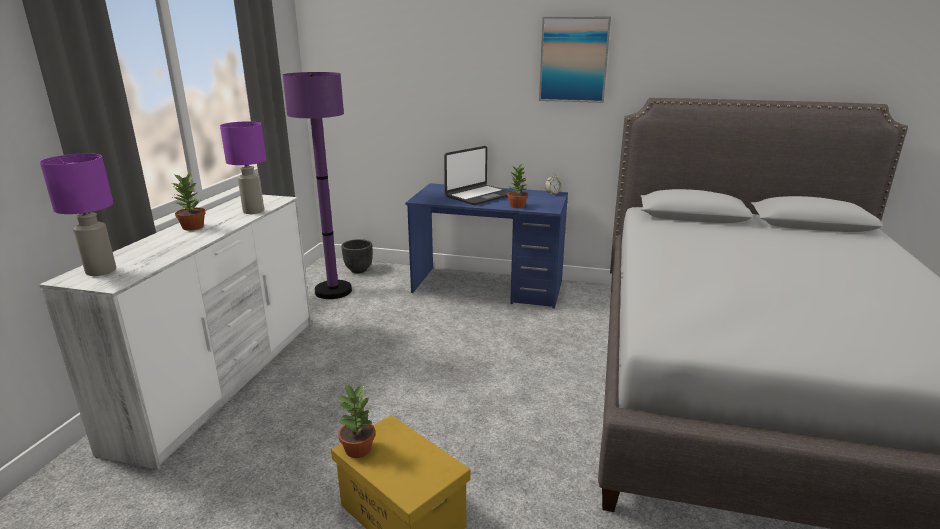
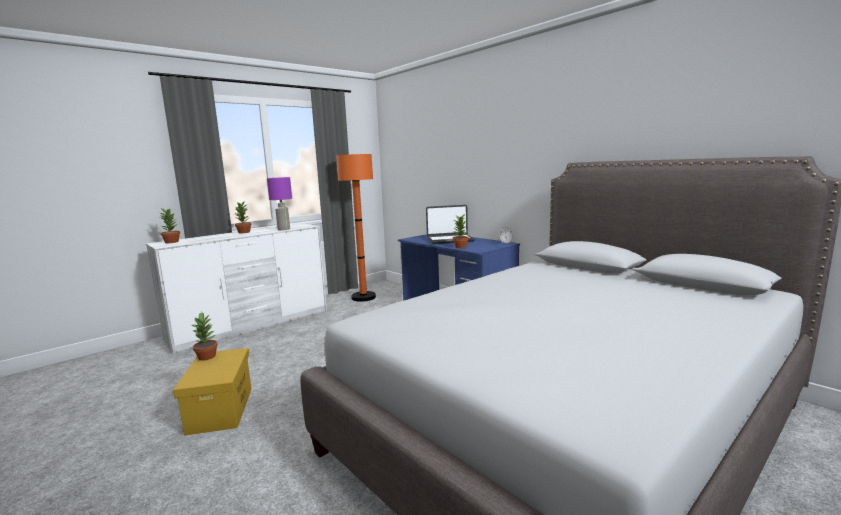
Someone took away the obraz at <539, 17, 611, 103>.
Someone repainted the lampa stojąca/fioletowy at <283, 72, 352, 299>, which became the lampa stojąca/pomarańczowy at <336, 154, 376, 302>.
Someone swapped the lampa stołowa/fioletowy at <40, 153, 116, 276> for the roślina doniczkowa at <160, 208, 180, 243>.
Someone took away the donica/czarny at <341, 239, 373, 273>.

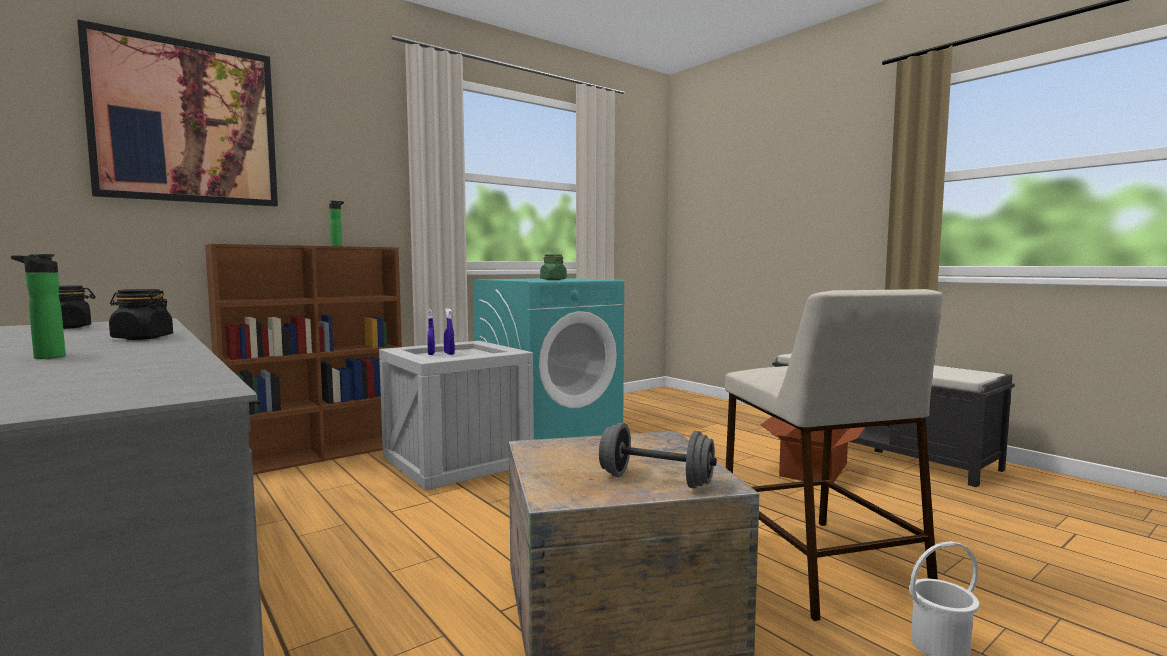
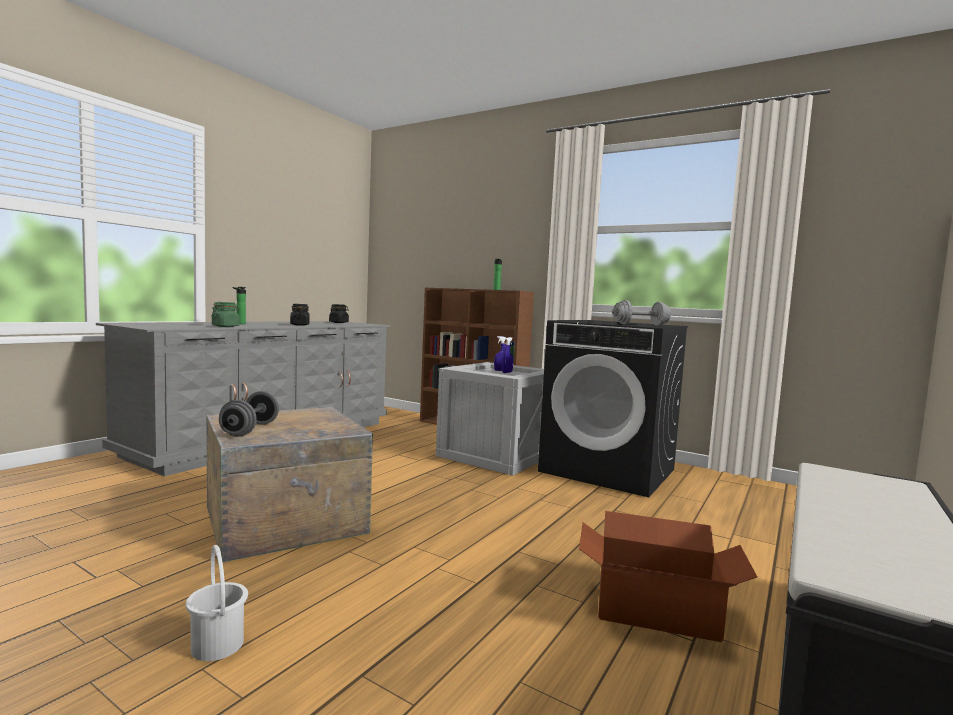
Someone took away the obraz at <77, 19, 278, 207>.
Someone carried the słoik/zielony from <540, 254, 567, 280> to <211, 302, 240, 327>.
Someone repainted the pralka/turkusowy at <471, 278, 624, 440>, which became the pralka/czarny at <538, 320, 688, 497>.
Someone took away the stołek/beżowy at <725, 289, 943, 621>.
Someone put down the hantel/szary at <612, 300, 671, 326>.

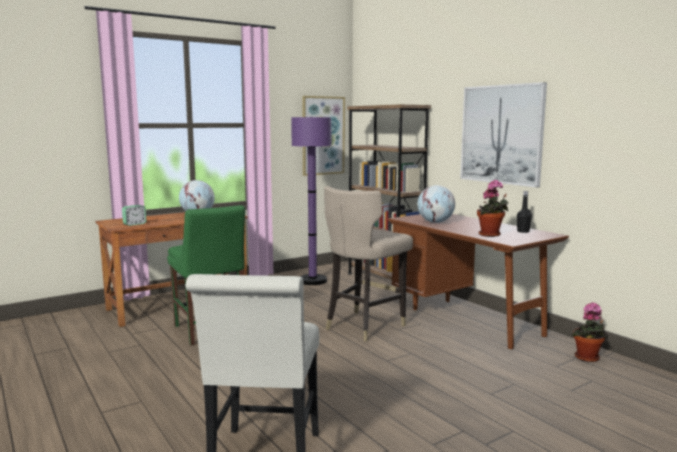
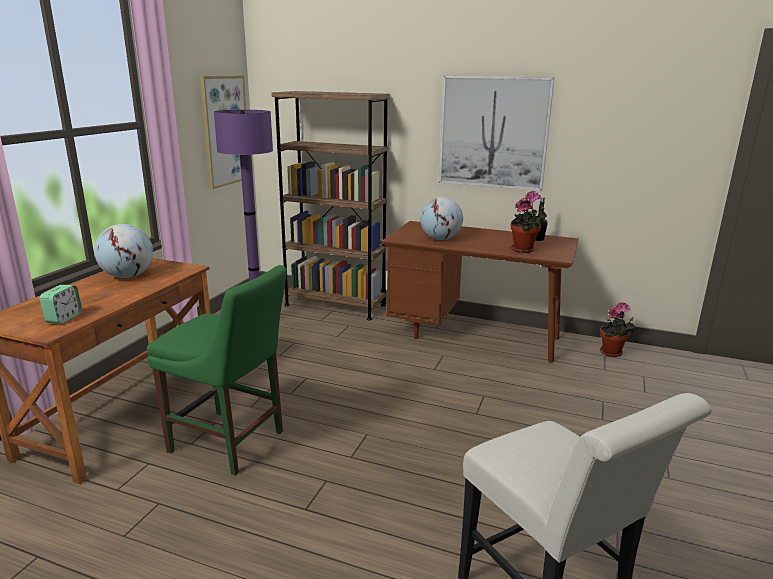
Someone took away the stołek/beżowy at <324, 186, 413, 342>.

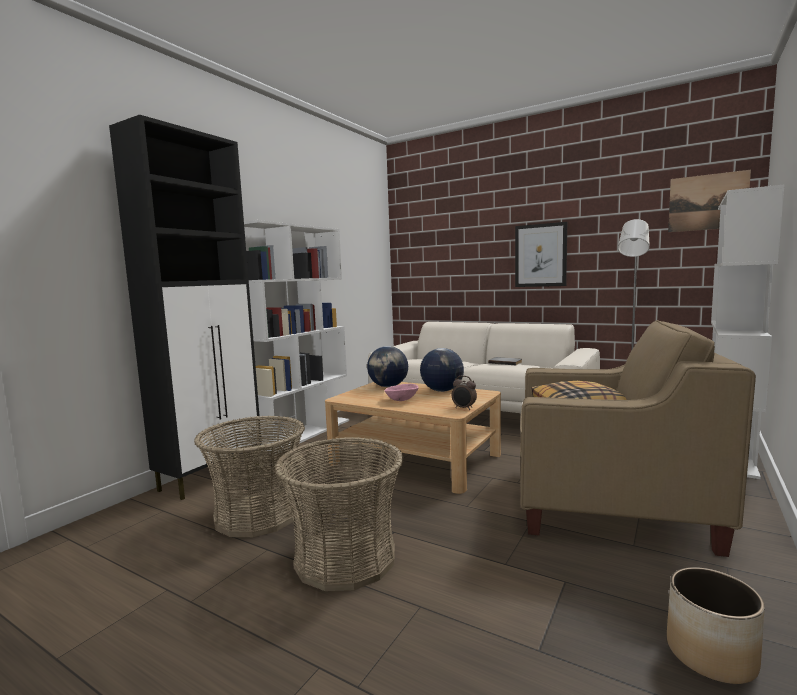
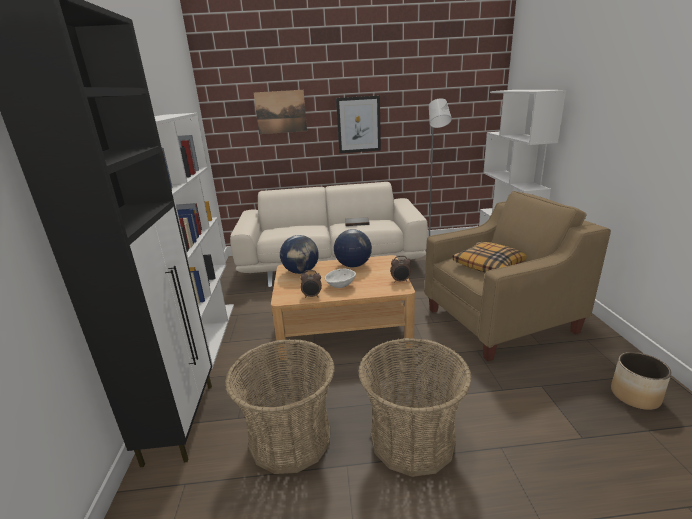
Someone carried the obraz from <668, 170, 751, 232> to <254, 90, 307, 134>.
Someone repainted the miska/różowy at <384, 384, 419, 401>, which became the miska/biały at <325, 269, 356, 288>.
Someone put down the budzik at <300, 270, 322, 298>.

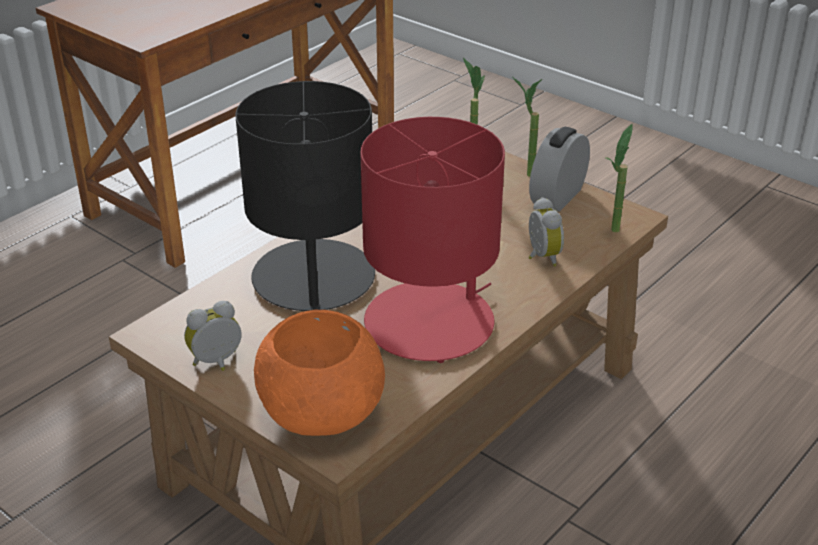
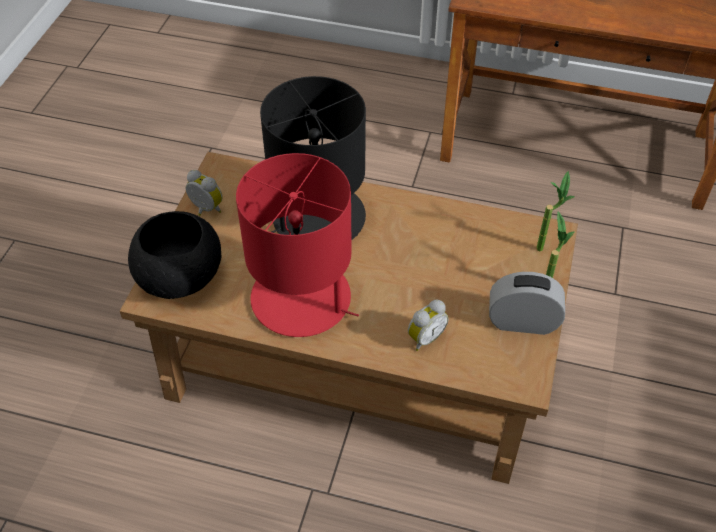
Someone took away the roślina doniczkowa at <606, 124, 632, 232>.
Someone repainted the miska/pomarańczowy at <254, 310, 385, 436>, which became the miska/czarny at <128, 211, 221, 299>.

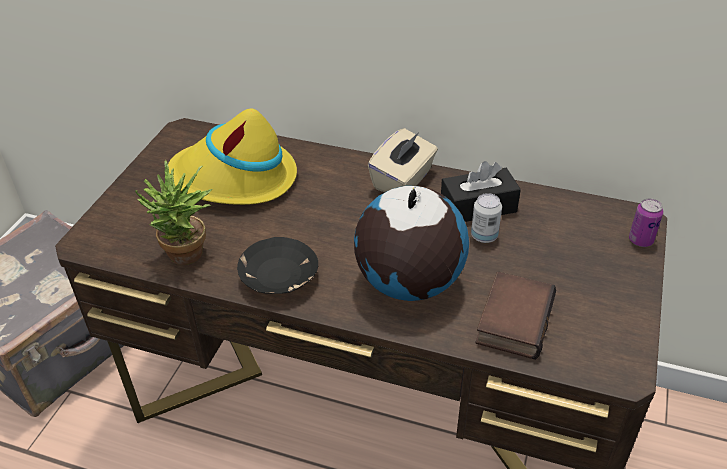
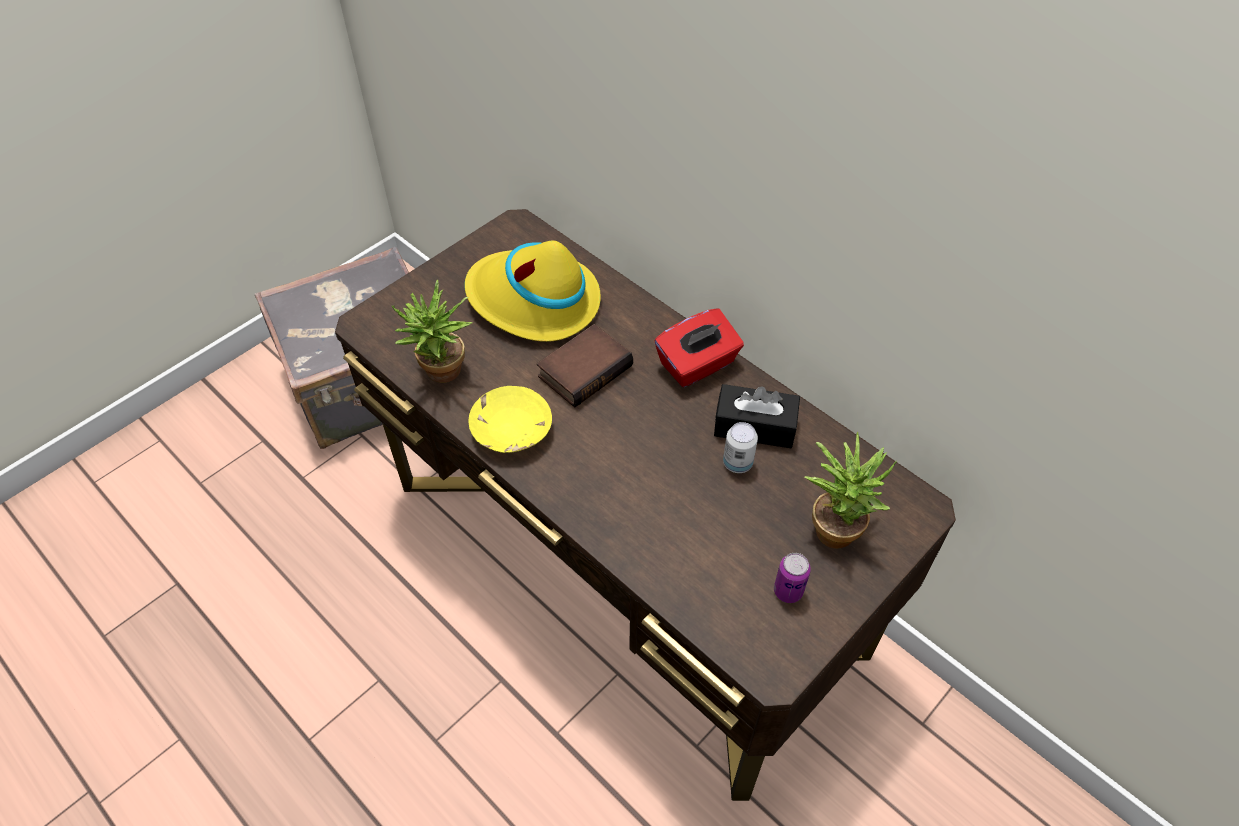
Someone repainted the pudełko chusteczek/beżowy at <368, 128, 438, 192>, which became the pudełko chusteczek/czerwony at <655, 308, 744, 387>.
Someone took away the globus at <354, 186, 469, 301>.
Someone carried the puszka from <629, 198, 663, 247> to <774, 553, 811, 603>.
Someone repainted the miska/czarny at <237, 237, 318, 294>, which became the miska/żółty at <468, 386, 552, 453>.
Someone carried the książka from <475, 271, 556, 360> to <537, 324, 633, 407>.
Someone put down the roślina doniczkowa at <805, 431, 897, 549>.

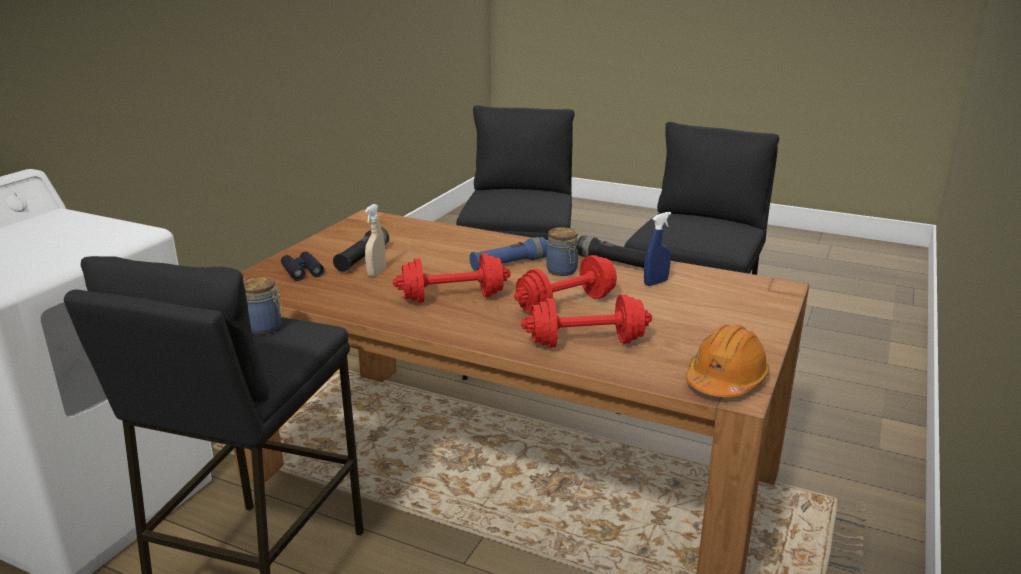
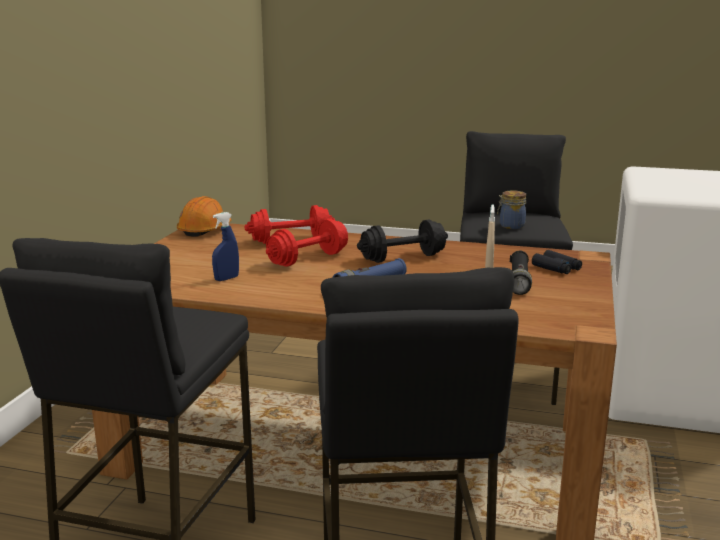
Someone took away the słoik at <546, 227, 578, 276>.
Someone took away the latarka/czarny at <576, 236, 646, 268>.
Someone repainted the hantel/czerwony at <393, 253, 511, 303>, which became the hantel/czarny at <357, 220, 448, 263>.

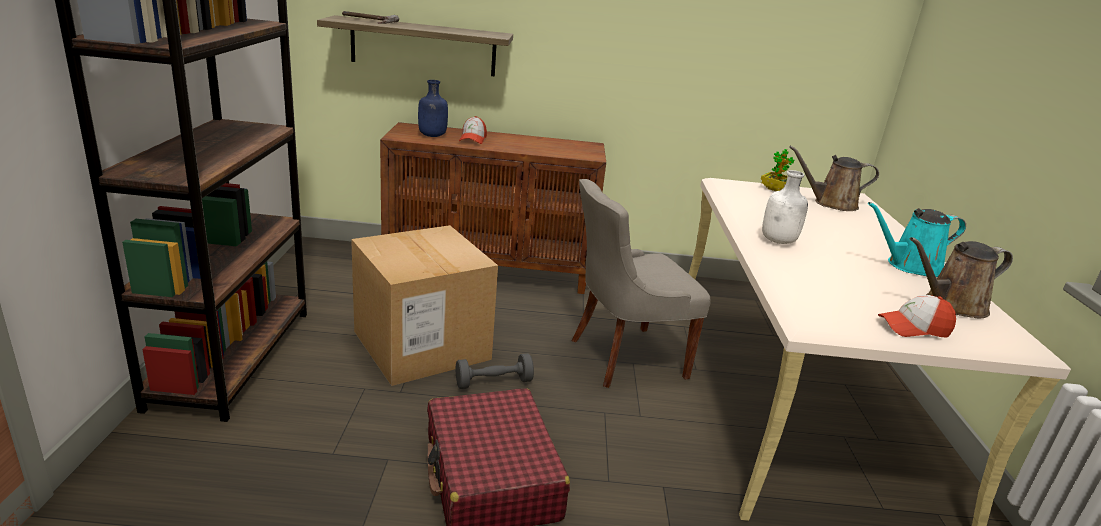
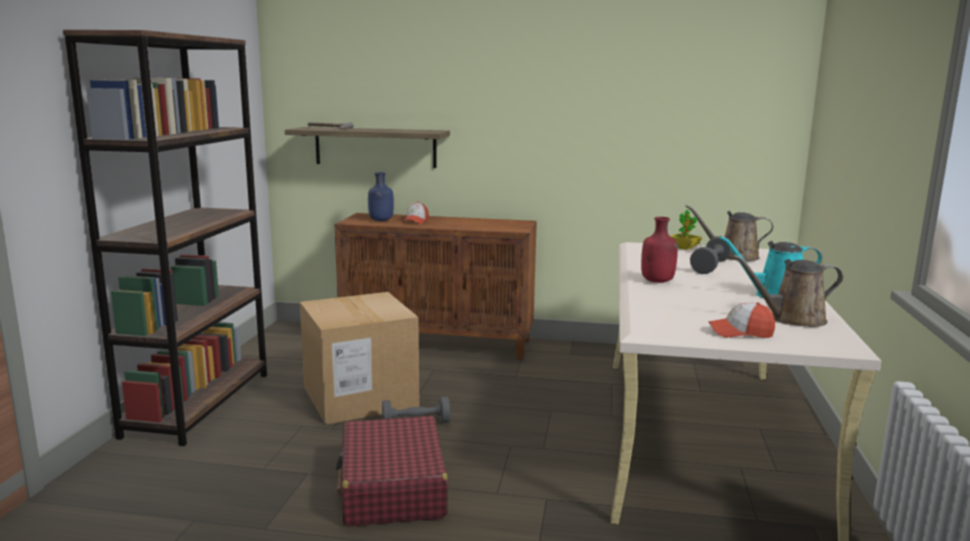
Someone repainted the butelka/biały at <762, 170, 808, 244>, which became the butelka/czerwony at <641, 217, 678, 283>.
Someone took away the krzesło/szary at <571, 179, 711, 388>.
Someone put down the hantel/szary at <690, 236, 732, 274>.

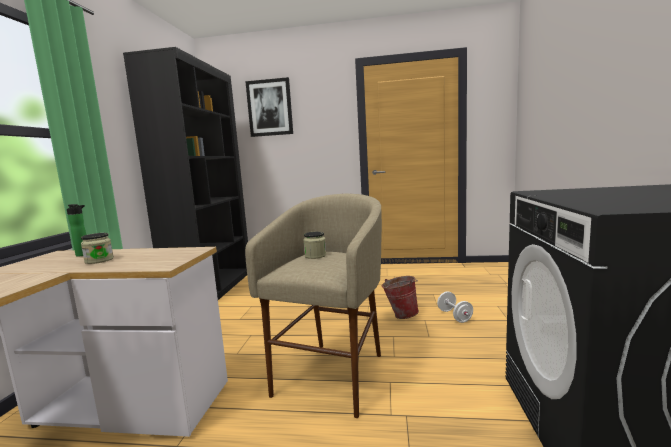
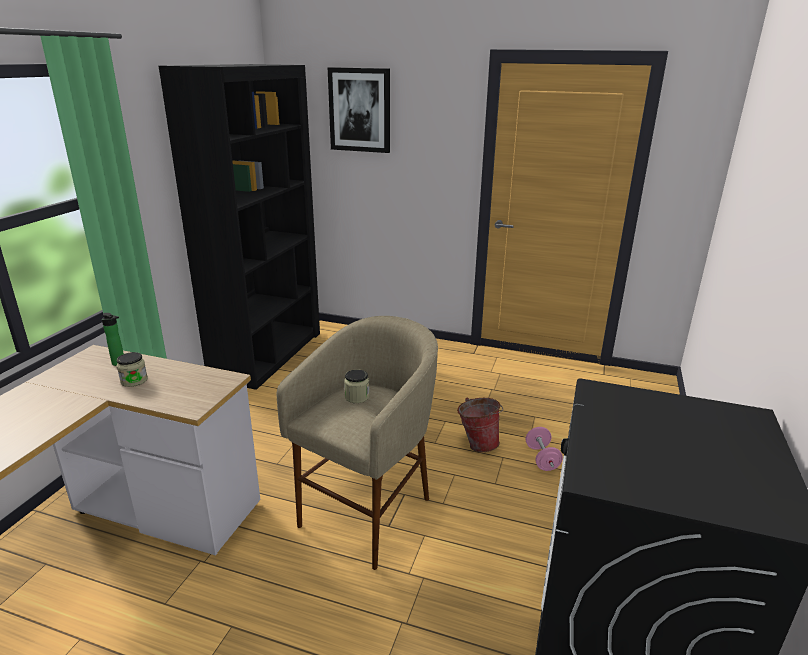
Someone repainted the hantel/biały at <437, 292, 473, 323>, which became the hantel/różowy at <526, 427, 563, 471>.

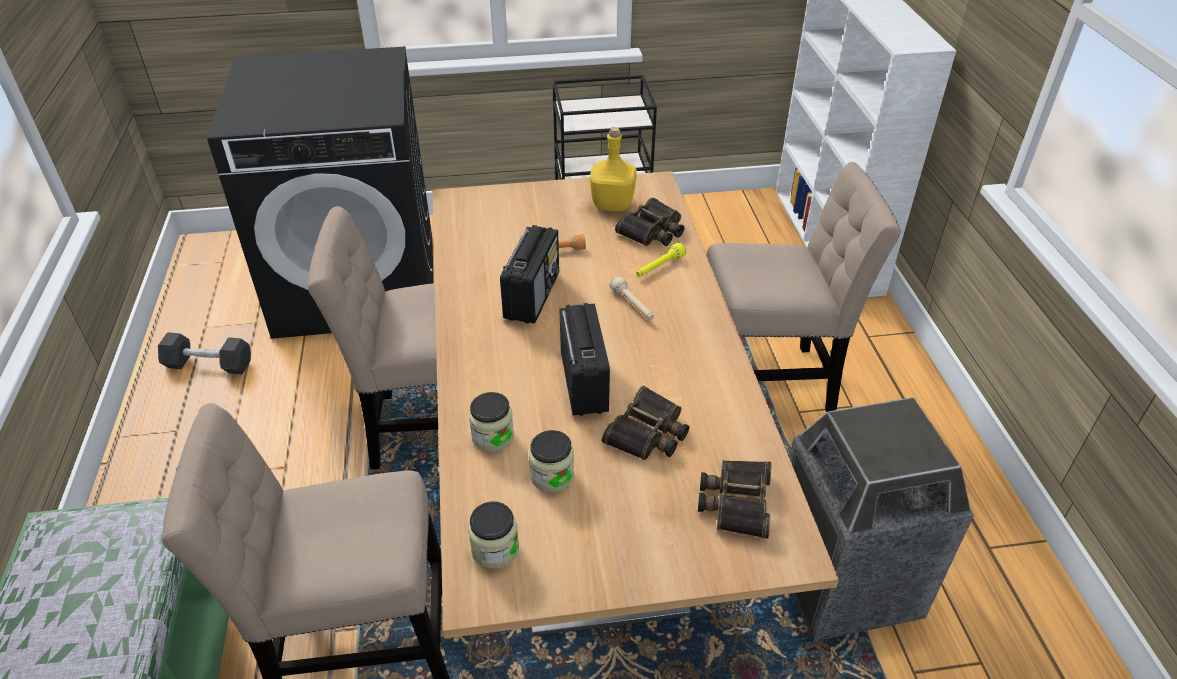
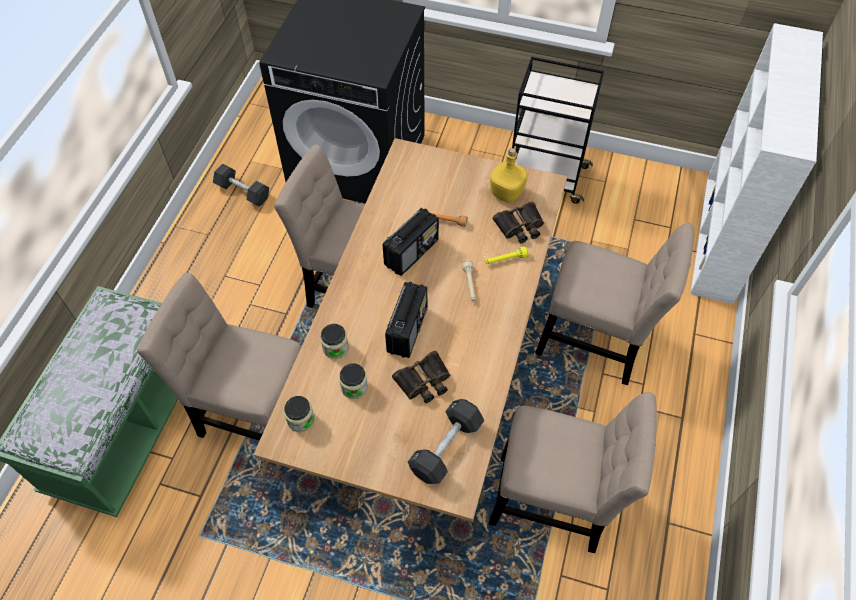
Someone swapped the kosz na śmieci at <789, 397, 974, 642> for the krzesło/beżowy at <489, 392, 657, 553>.
Someone swapped the lornetka at <698, 460, 772, 539> for the hantel/czarny at <408, 399, 484, 484>.

